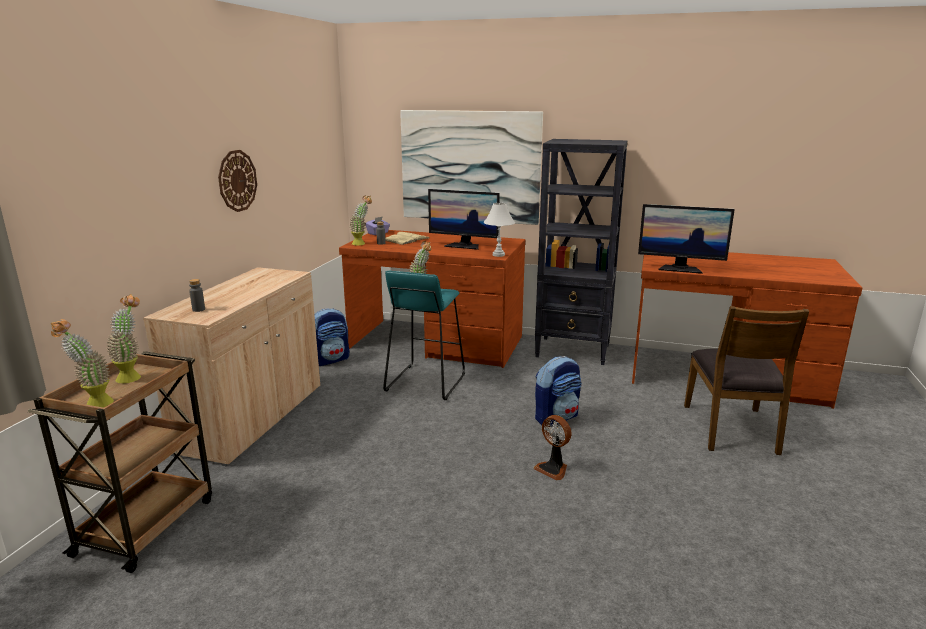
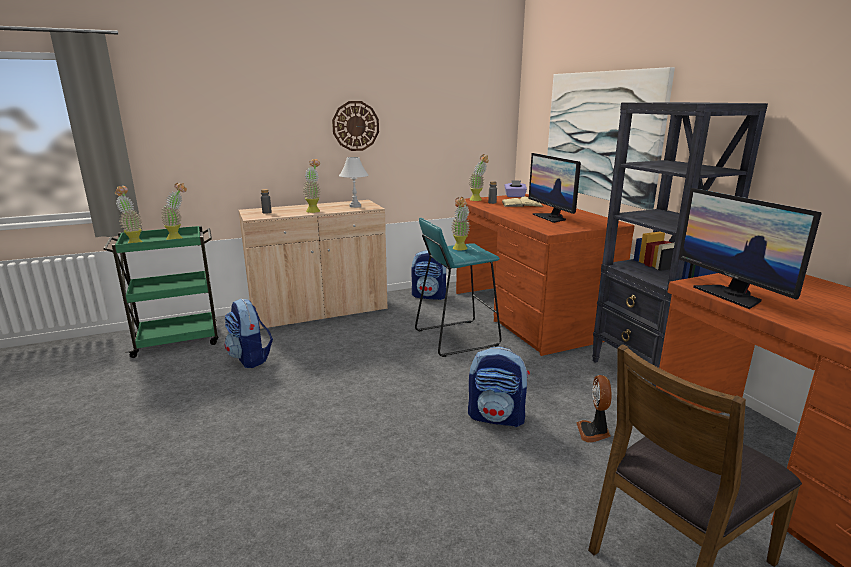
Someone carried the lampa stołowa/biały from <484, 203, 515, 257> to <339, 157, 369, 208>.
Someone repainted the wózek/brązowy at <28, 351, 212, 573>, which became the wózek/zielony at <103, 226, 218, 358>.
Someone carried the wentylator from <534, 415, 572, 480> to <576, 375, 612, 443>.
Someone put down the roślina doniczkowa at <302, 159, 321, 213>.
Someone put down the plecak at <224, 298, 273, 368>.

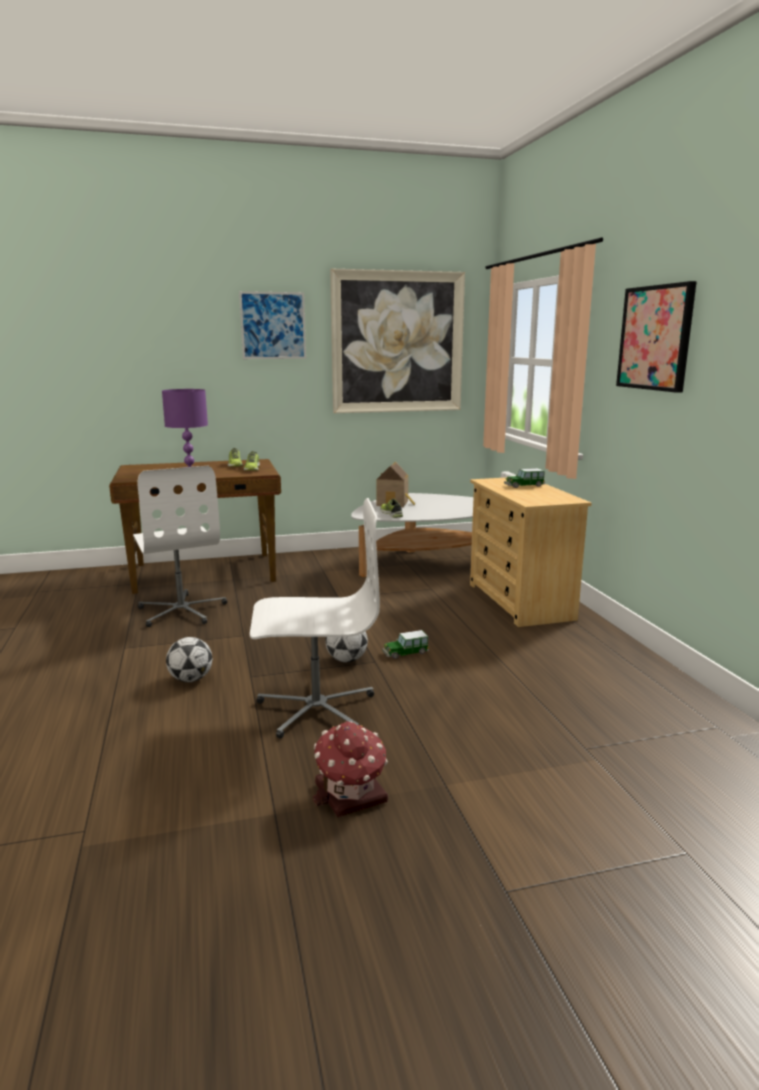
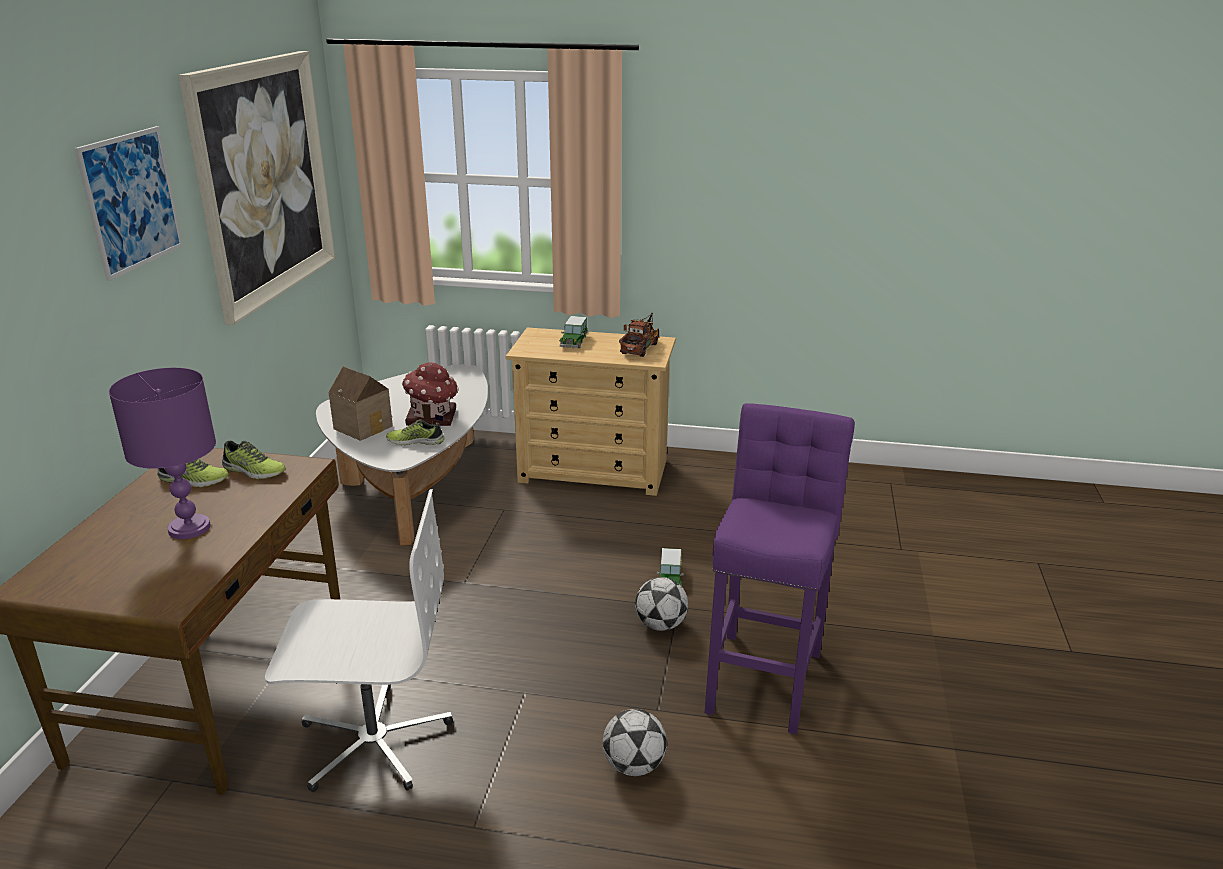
Someone took away the obraz at <616, 281, 697, 393>.
Someone swapped the krzesło biurowe/biały at <250, 498, 380, 739> for the stołek/fioletowy at <705, 403, 855, 734>.
Someone carried the domek from <313, 721, 388, 817> to <402, 362, 459, 426>.
Someone put down the ciężarówka zabawkowa at <619, 313, 659, 357>.

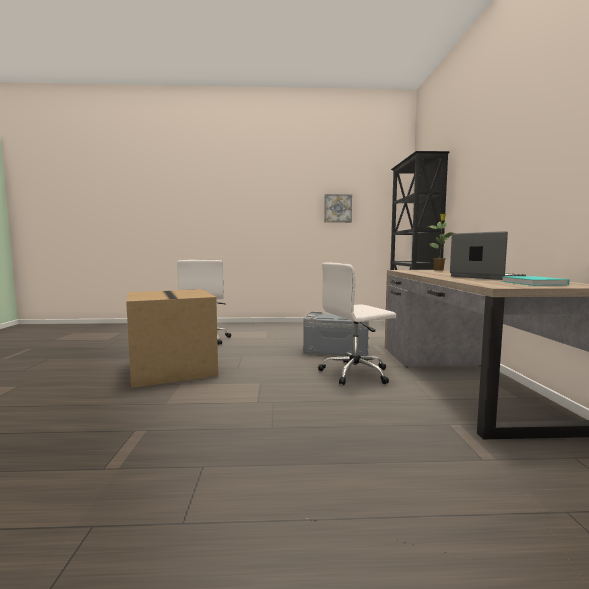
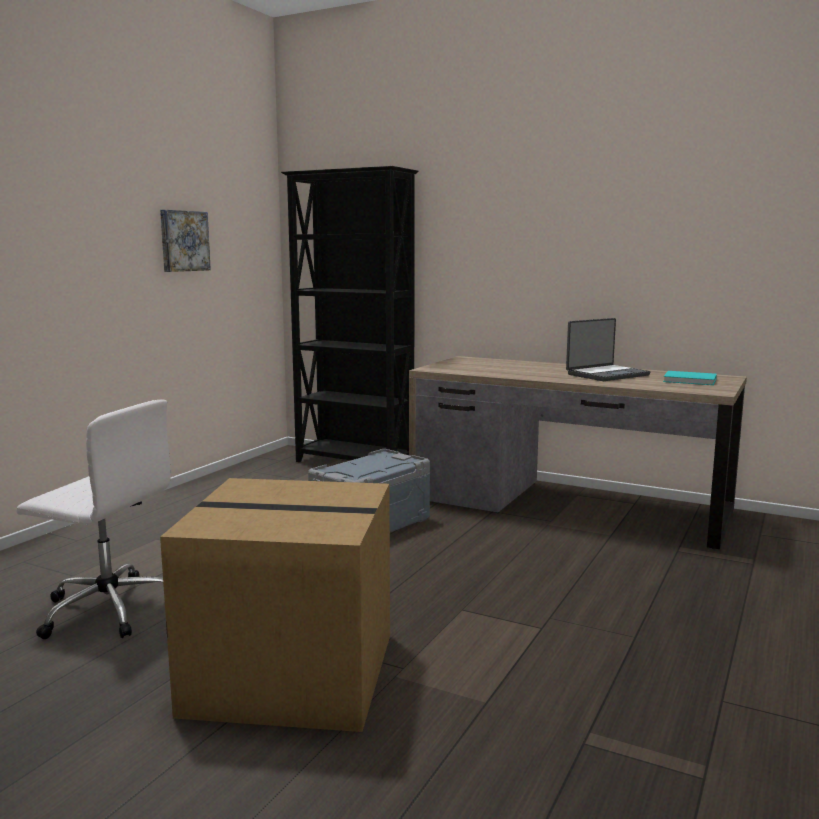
Someone took away the roślina doniczkowa at <428, 214, 453, 271>.
Someone rotated the laptop at <450, 231, 526, 280> by 150 degrees clockwise.
Someone took away the krzesło biurowe/biały at <318, 263, 396, 385>.

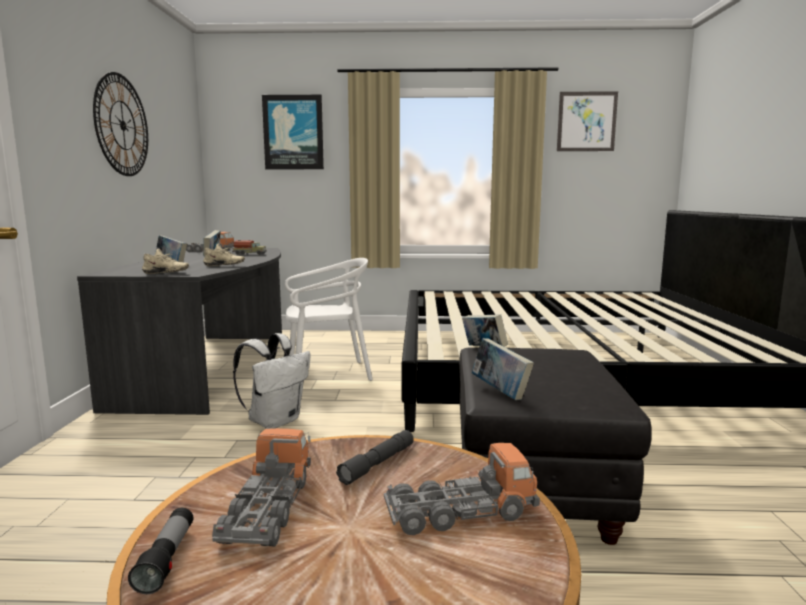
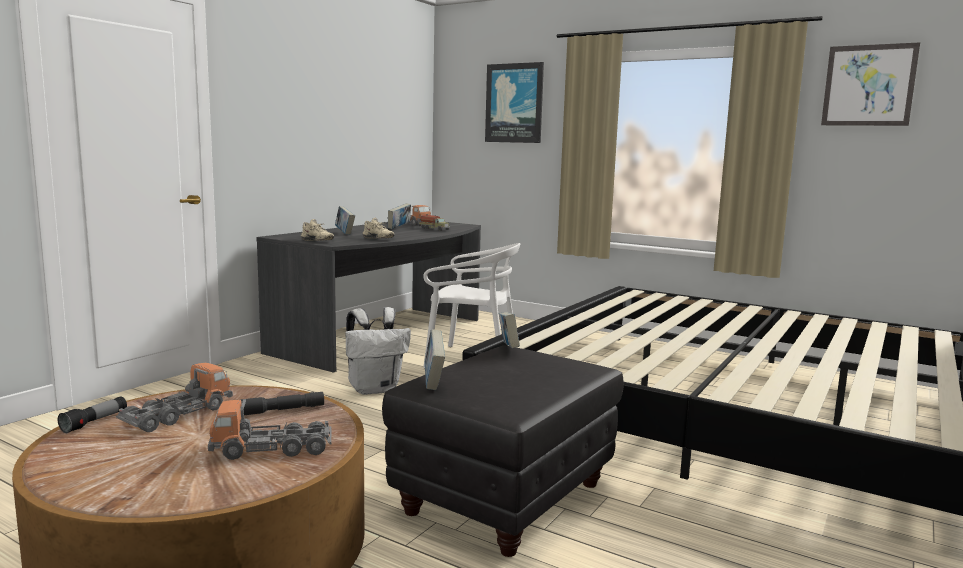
Someone took away the zegar ścienny at <93, 72, 148, 176>.
Someone rotated the ciężarówka zabawkowa at <384, 443, 540, 535> by 150 degrees clockwise.

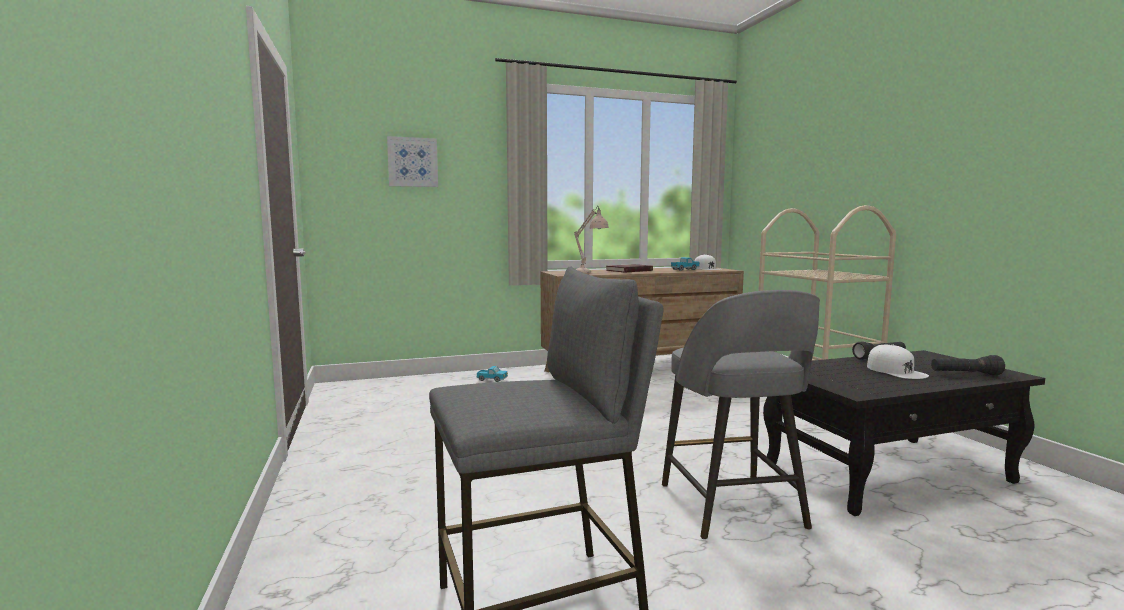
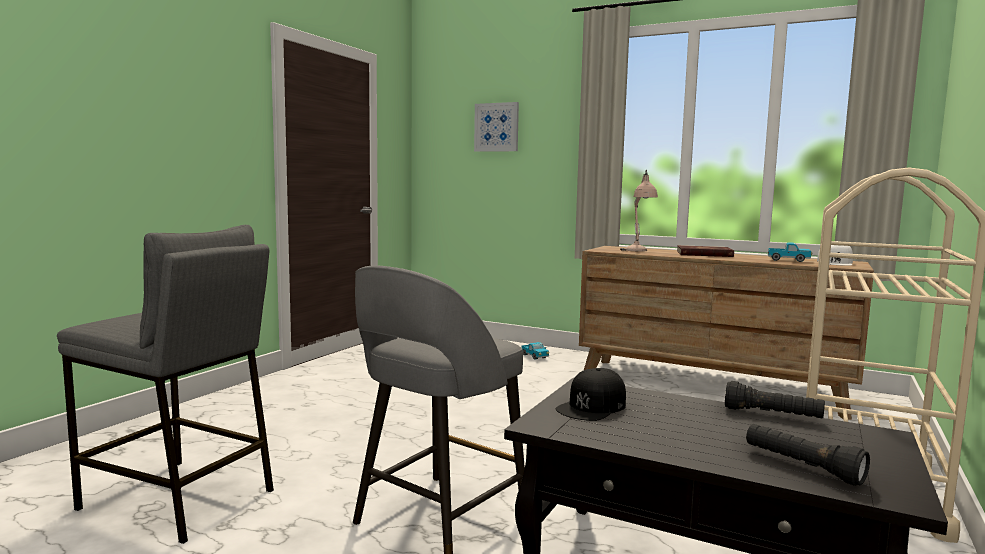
Someone took away the czapka z daszkiem/biały at <867, 344, 929, 379>.
Someone put down the czapka z daszkiem/czarny at <556, 368, 626, 421>.

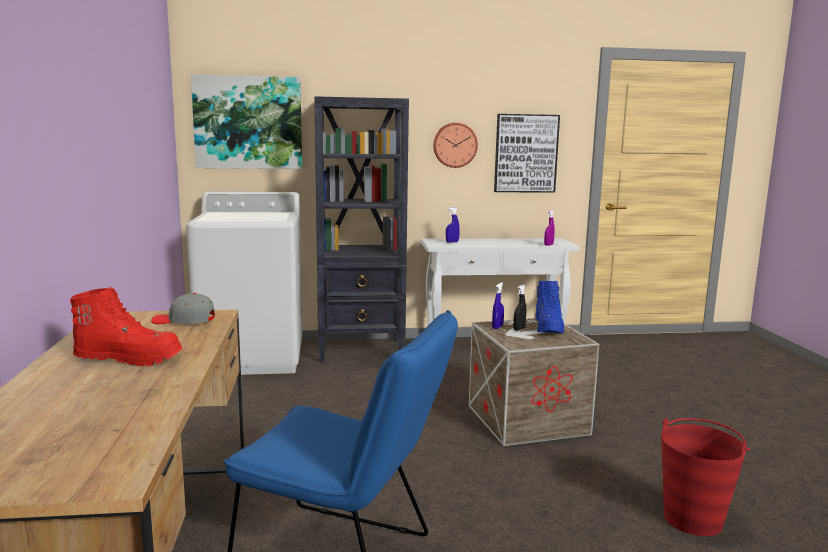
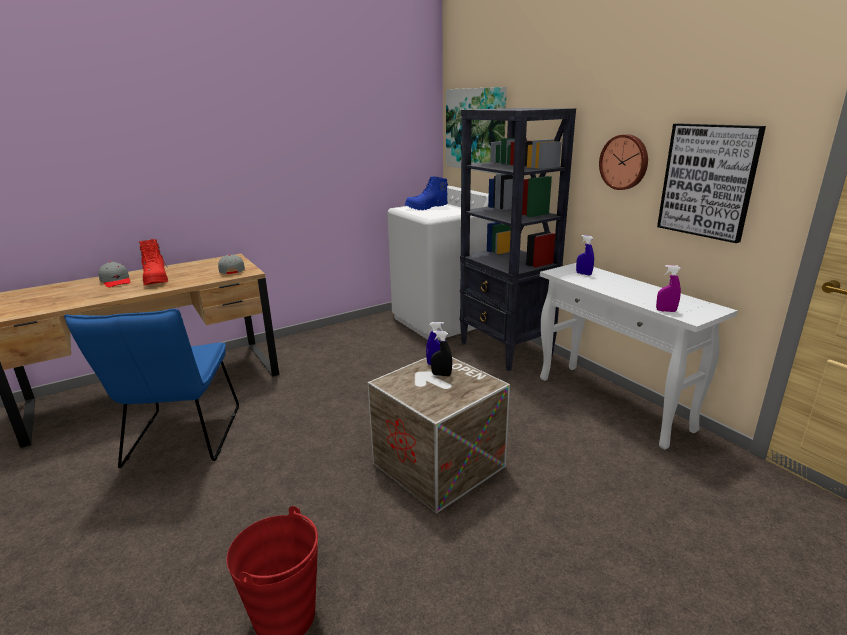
Someone carried the but z cholewką/niebieski from <536, 281, 564, 333> to <405, 177, 448, 210>.
Someone put down the czapka z daszkiem/szary at <98, 262, 130, 287>.

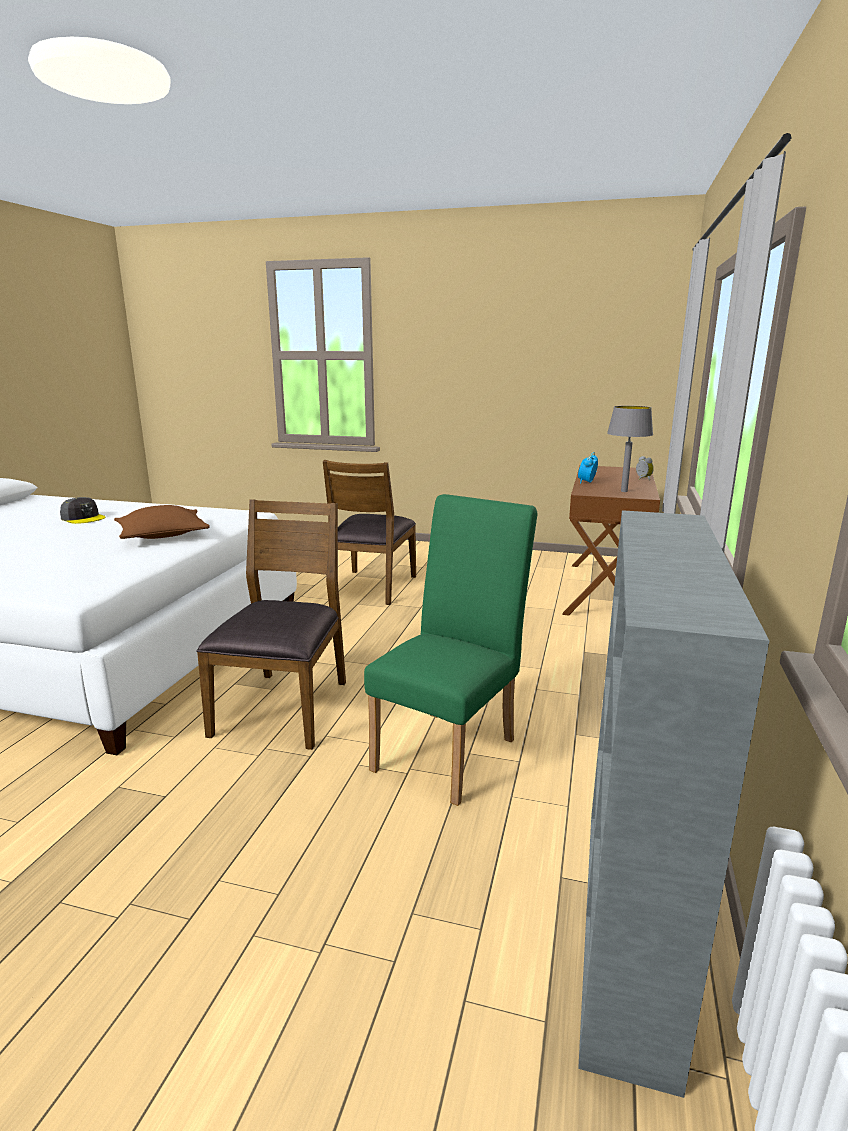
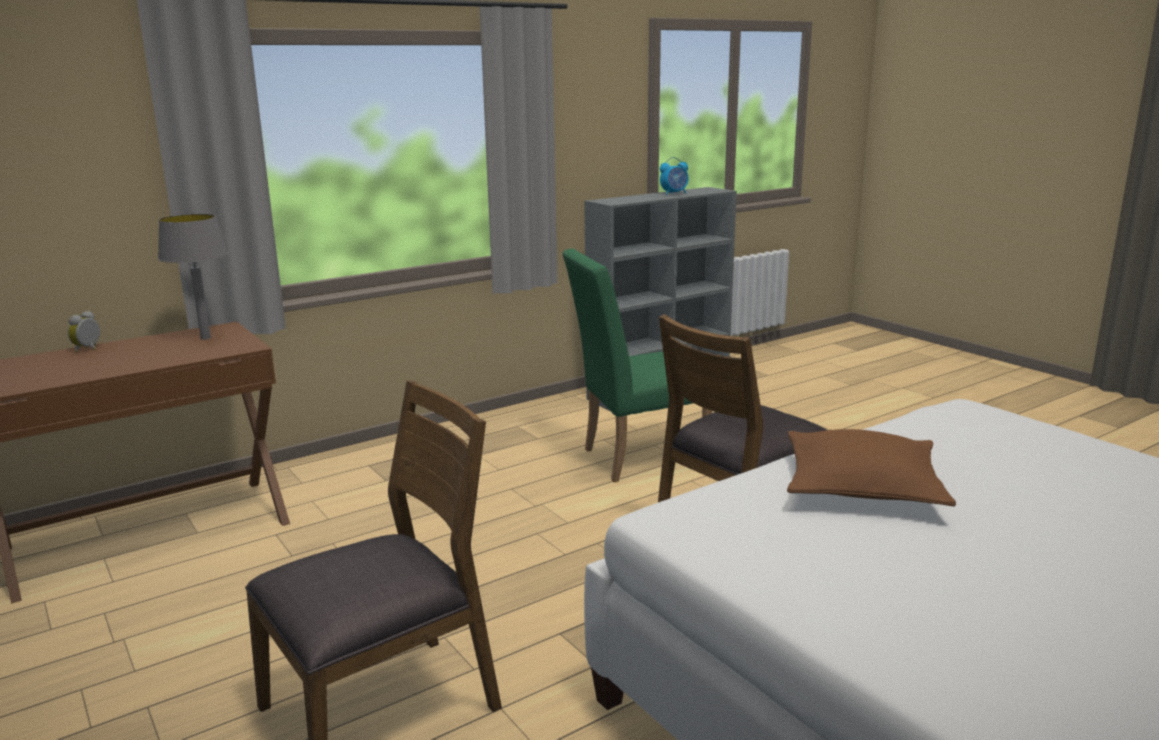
Someone carried the budzik from <578, 452, 598, 484> to <660, 157, 689, 195>.
Someone took away the czapka z daszkiem/szary at <60, 497, 106, 524>.

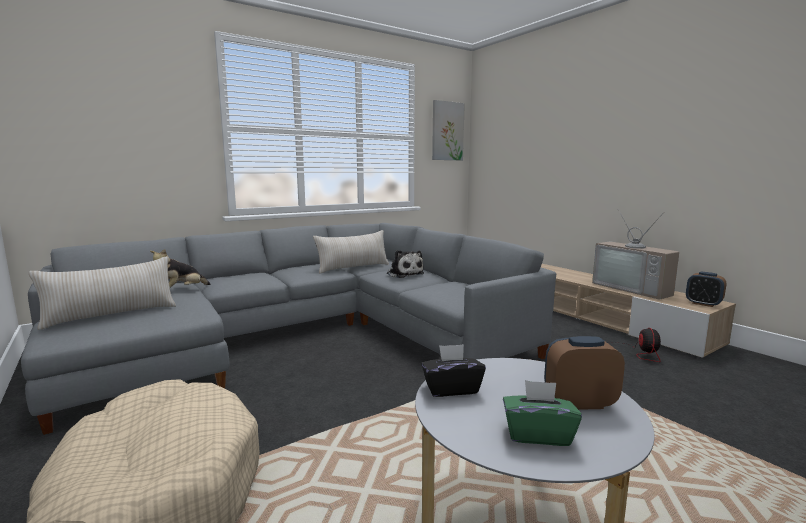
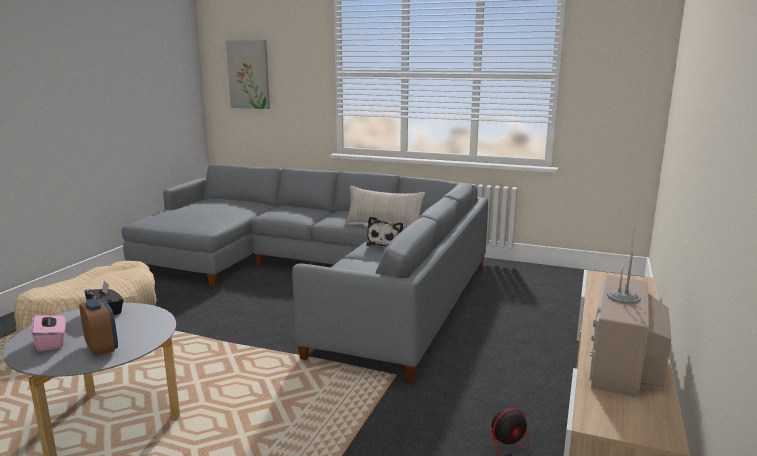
Someone carried the obraz from <432, 100, 465, 160> to <226, 40, 270, 109>.
Someone took away the pluszak at <150, 249, 211, 288>.
Someone took away the poduszka/beżowy at <29, 256, 176, 330>.
Someone took away the budzik at <686, 271, 726, 307>.
Someone repainted the pudełko chusteczek/zielony at <503, 380, 582, 446>, which became the pudełko chusteczek/różowy at <31, 310, 66, 352>.

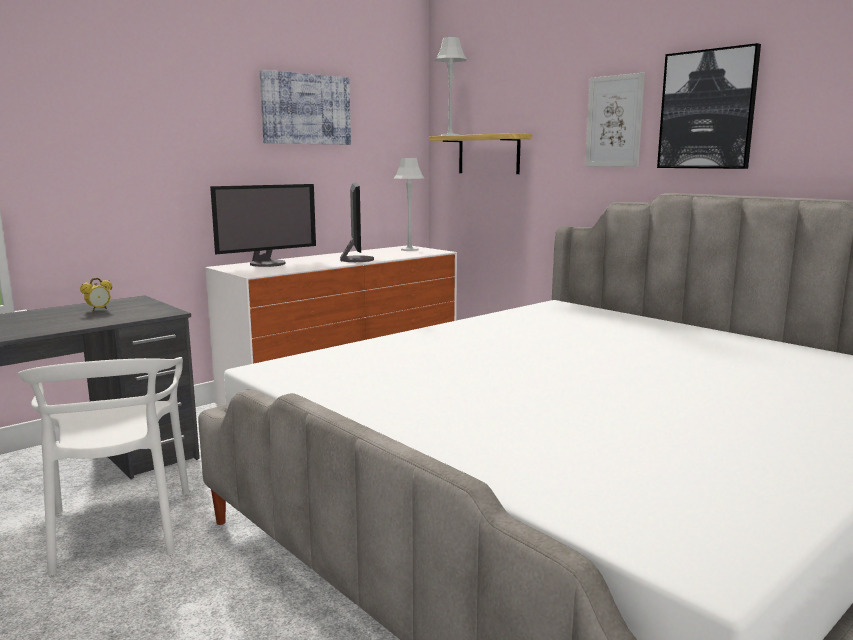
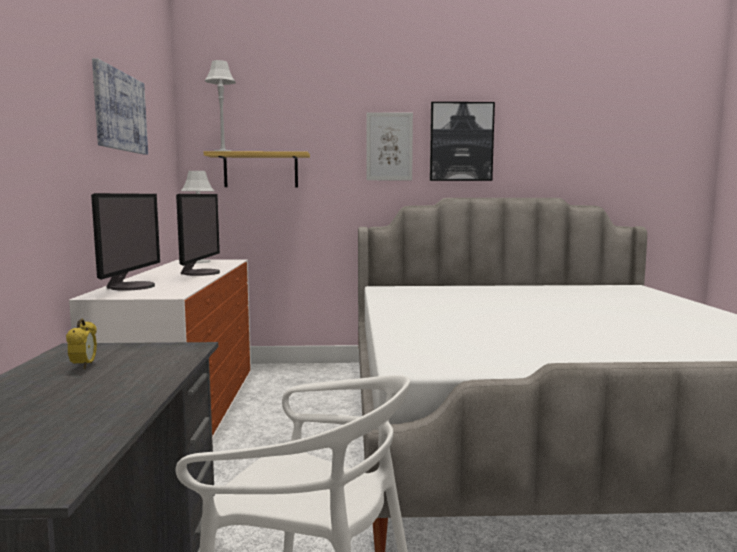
Someone rotated the monitor at <340, 182, 374, 262> by 60 degrees clockwise.

